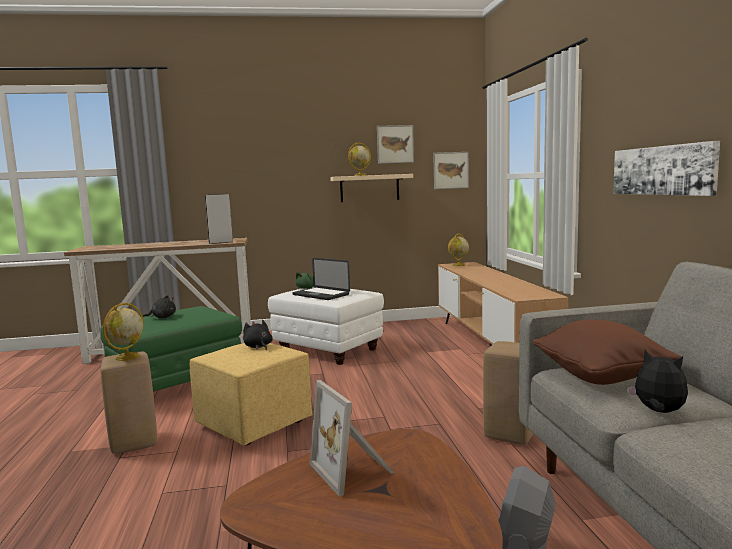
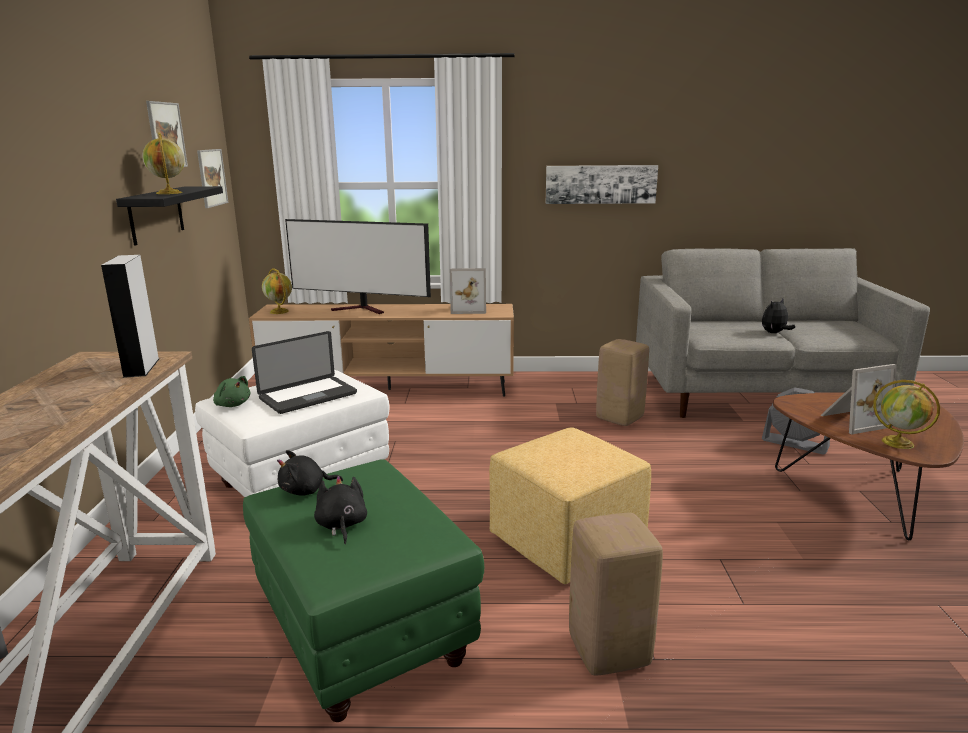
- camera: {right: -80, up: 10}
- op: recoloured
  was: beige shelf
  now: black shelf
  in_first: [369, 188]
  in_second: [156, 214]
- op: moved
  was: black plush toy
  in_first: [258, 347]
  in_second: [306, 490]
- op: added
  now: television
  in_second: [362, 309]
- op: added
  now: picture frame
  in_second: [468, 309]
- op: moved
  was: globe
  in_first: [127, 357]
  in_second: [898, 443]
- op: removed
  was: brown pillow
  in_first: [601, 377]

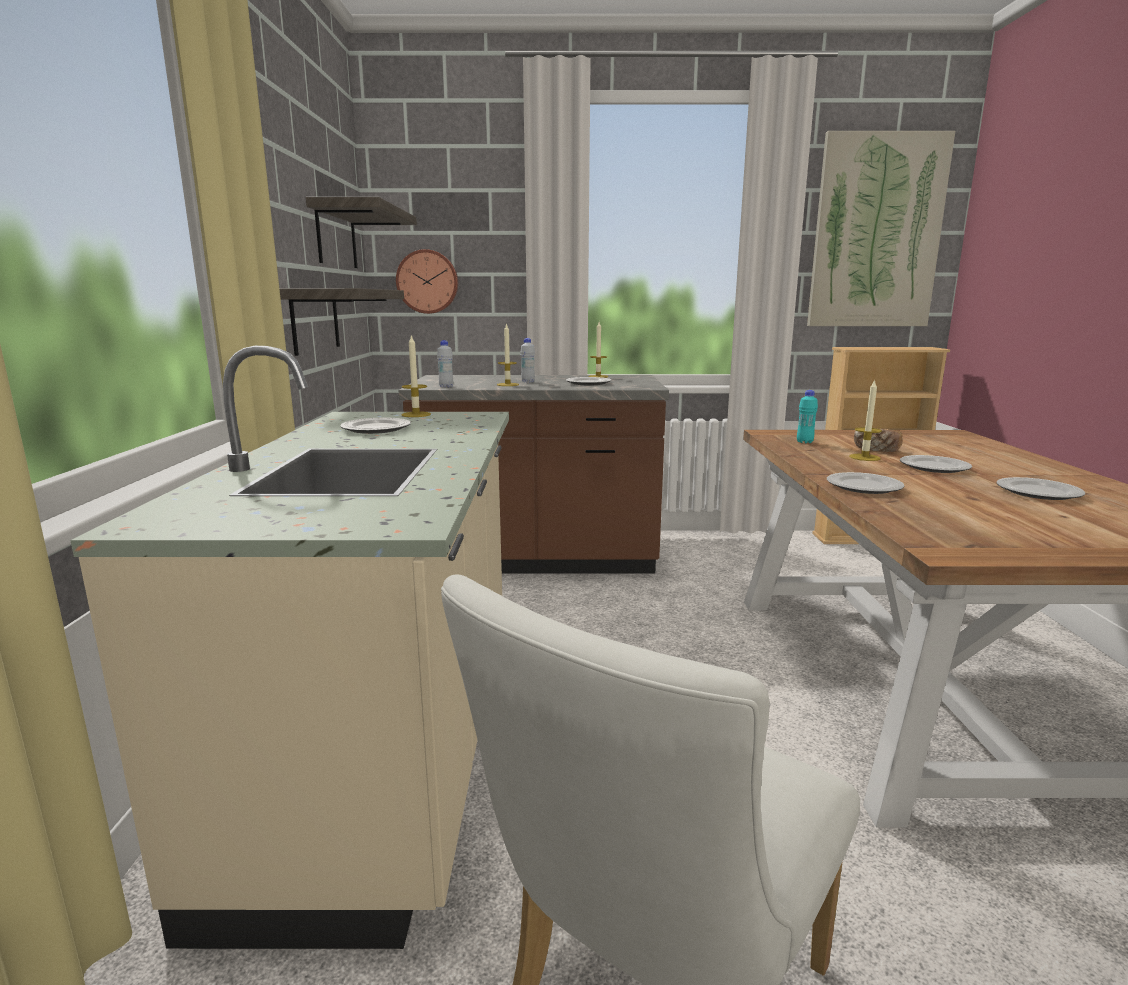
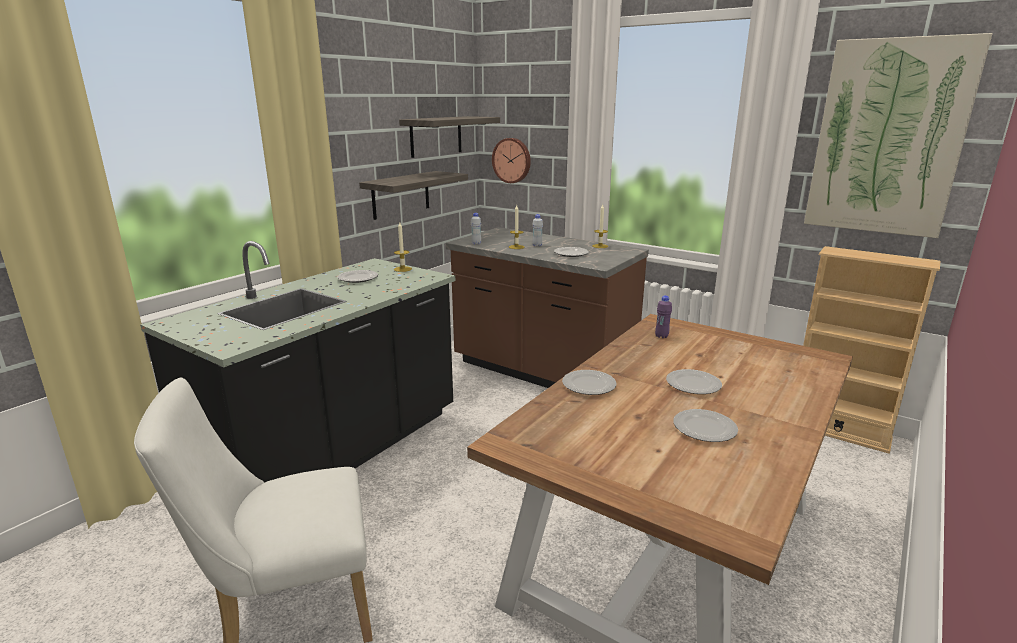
- camera: {right: 35, up: 5}
- op: recoloured
  was: beige counter
  now: black counter
  in_first: [392, 745]
  in_second: [335, 454]
- op: recoloured
  was: turquoise bottle
  now: purple bottle
  in_first: [804, 442]
  in_second: [661, 336]
- op: removed
  was: candle
  in_first: [864, 457]
- op: removed
  was: bread
  in_first: [876, 450]

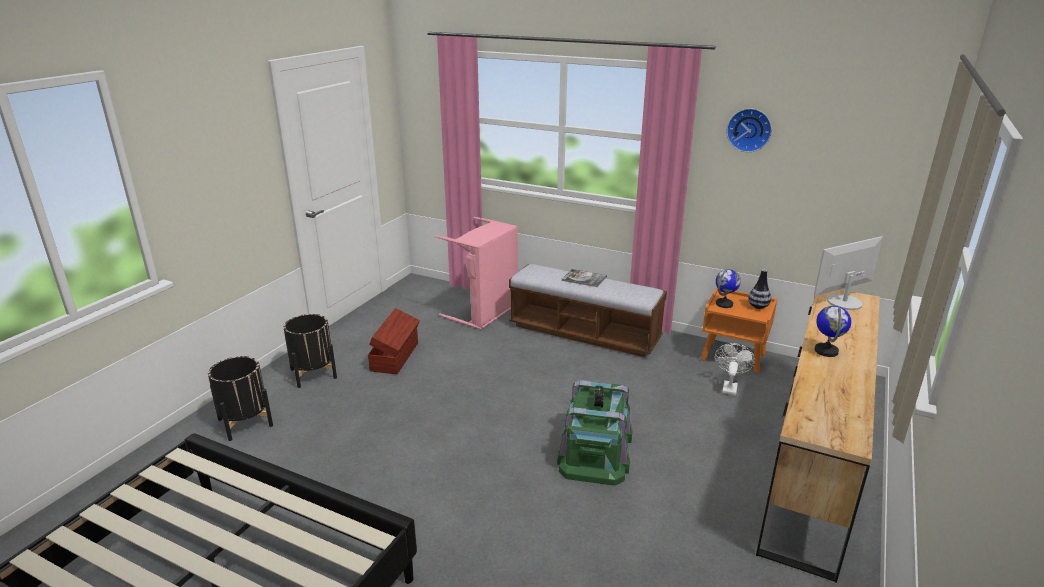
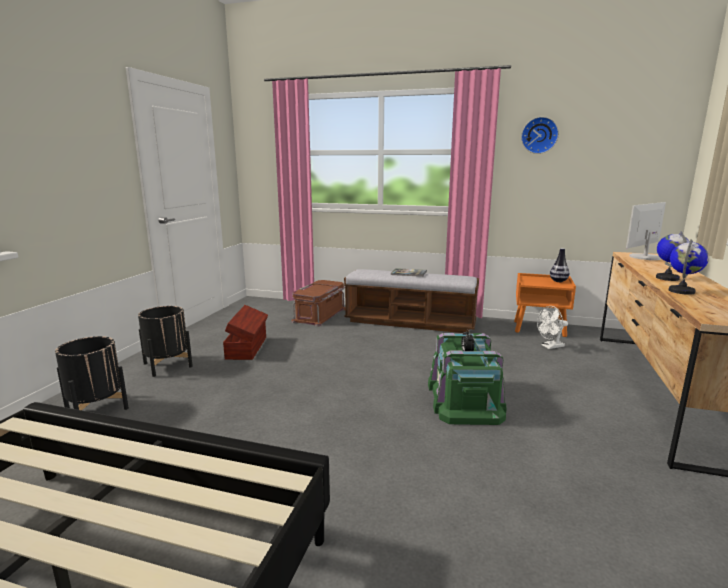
- camera: {right: -10, up: -10}
- op: replaced
  was: pink laundry basket
  now: brown storage box
  in_first: [485, 313]
  in_second: [320, 315]
- op: turned
  was: white fan
  in_first: [729, 386]
  in_second: [550, 346]
  clockwise: -120
- op: moved
  was: globe
  in_first: [724, 304]
  in_second: [681, 291]

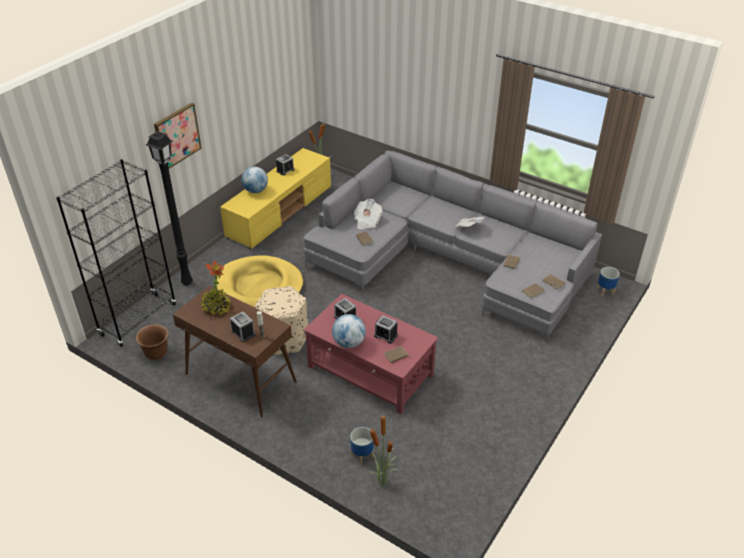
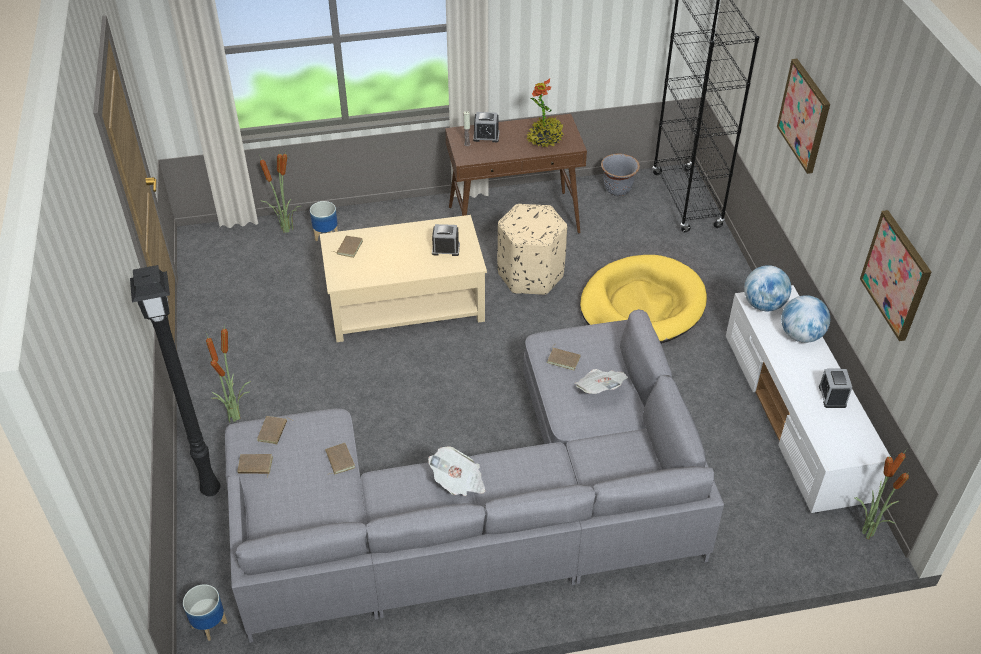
- camera: {right: 135, up: 5}
- op: moved
  was: black floor lamp
  in_first: [187, 282]
  in_second: [212, 490]
- op: added
  now: potted plant
  in_second: [236, 416]
- op: recoloured
  was: red coffee table
  now: beige coffee table
  in_first: [370, 371]
  in_second: [404, 303]
- op: recoloured
  was: brown planter
  now: grey planter
  in_first: [156, 353]
  in_second: [617, 189]
- op: recoloured
  was: yellow tv stand
  now: white tv stand
  in_first: [280, 211]
  in_second: [795, 417]
- op: moved
  was: globe
  in_first: [349, 343]
  in_second: [763, 305]
- op: added
  now: picture
  in_second: [896, 275]
- op: removed
  was: alarm clock
  in_first: [385, 335]

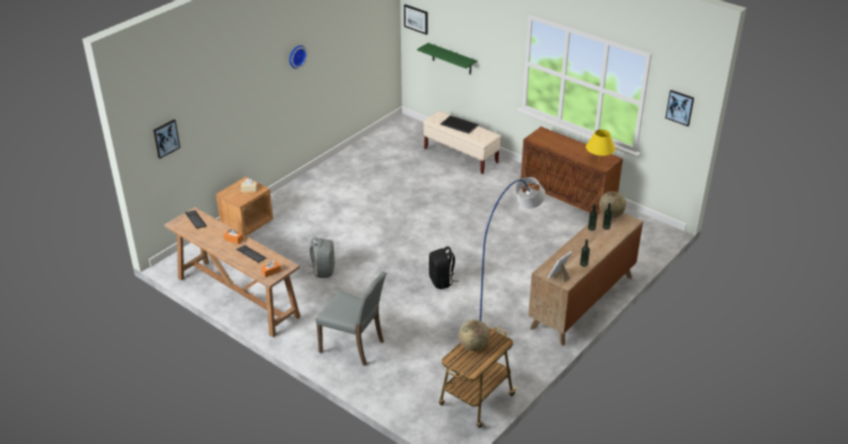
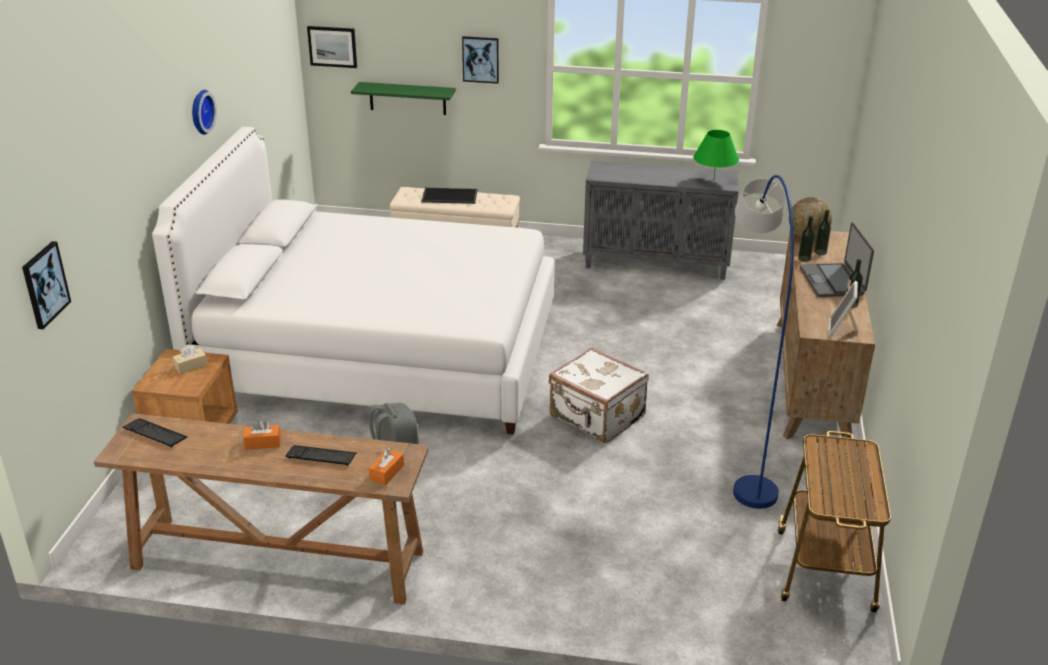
- camera: {right: -30, up: -5}
- op: added
  now: white bed
  in_second: [379, 353]
- op: moved
  was: picture
  in_first: [680, 107]
  in_second: [480, 59]
- op: replaced
  was: black backpack
  now: white suitcase
  in_first: [441, 281]
  in_second: [596, 417]
- op: recoloured
  was: brown cabinet
  now: grey cabinet
  in_first: [567, 201]
  in_second: [657, 263]
- op: recoloured
  was: yellow table lamp
  now: green table lamp
  in_first: [598, 161]
  in_second: [713, 181]
- op: added
  now: laptop
  in_second: [832, 281]
- op: removed
  was: grey chair
  in_first: [353, 346]
- op: removed
  was: globe
  in_first: [473, 346]

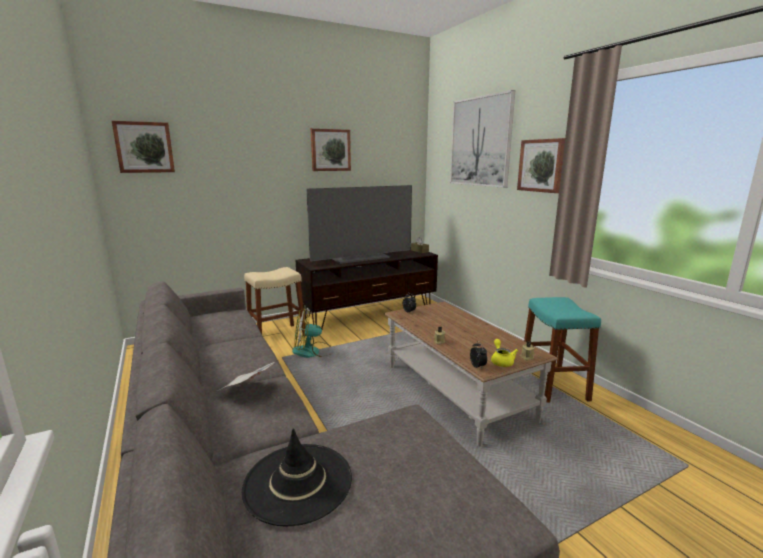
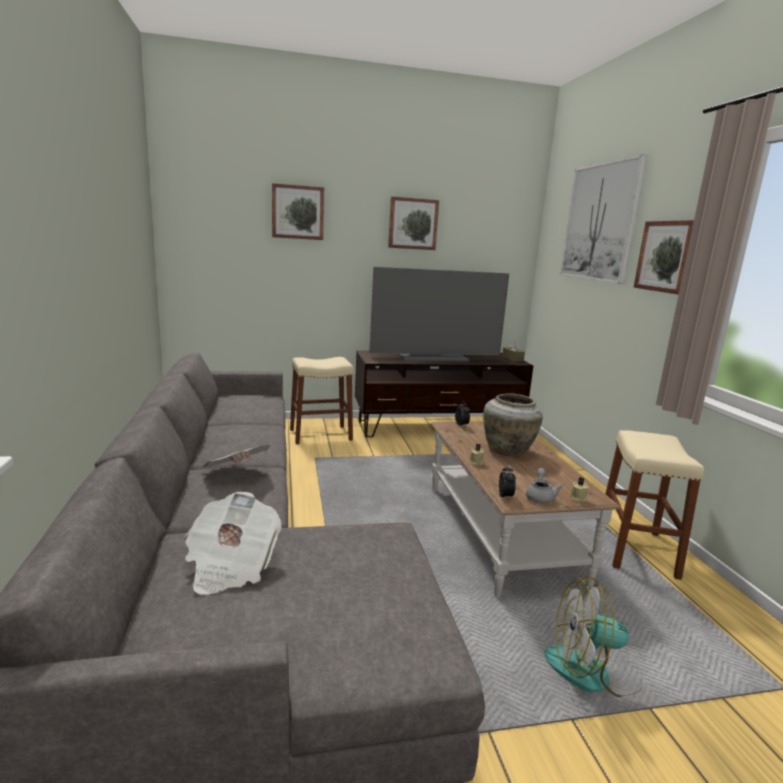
- camera: {right: 15, up: 0}
- op: replaced
  was: black hat
  now: newspaper
  in_first: [298, 482]
  in_second: [231, 565]
- op: moved
  was: picture
  in_first: [144, 147]
  in_second: [297, 212]
- op: added
  now: beige vase
  in_second: [508, 451]
- op: recoloured
  was: yellow teapot
  now: grey teapot
  in_first: [501, 361]
  in_second: [540, 496]
- op: moved
  was: fan
  in_first: [312, 352]
  in_second: [592, 672]
- op: recoloured
  was: turquoise stool
  now: beige stool
  in_first: [553, 385]
  in_second: [636, 550]

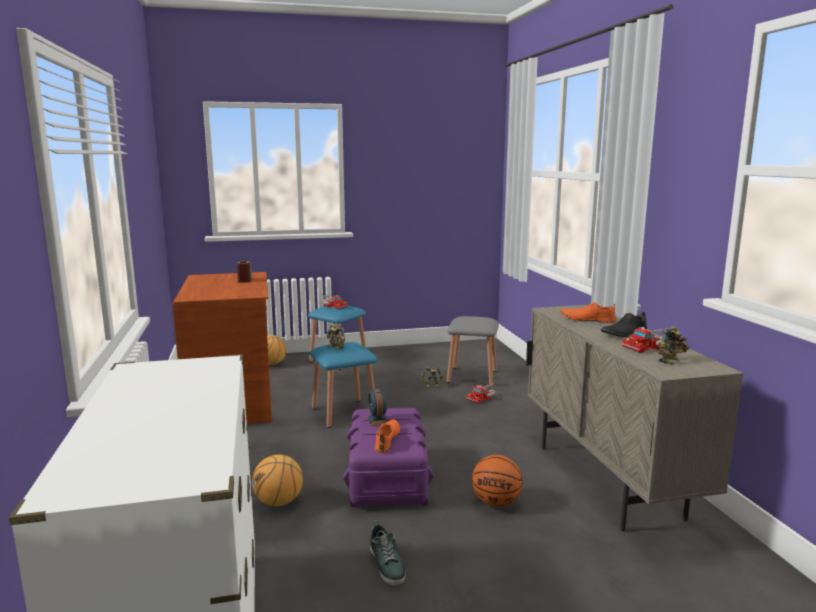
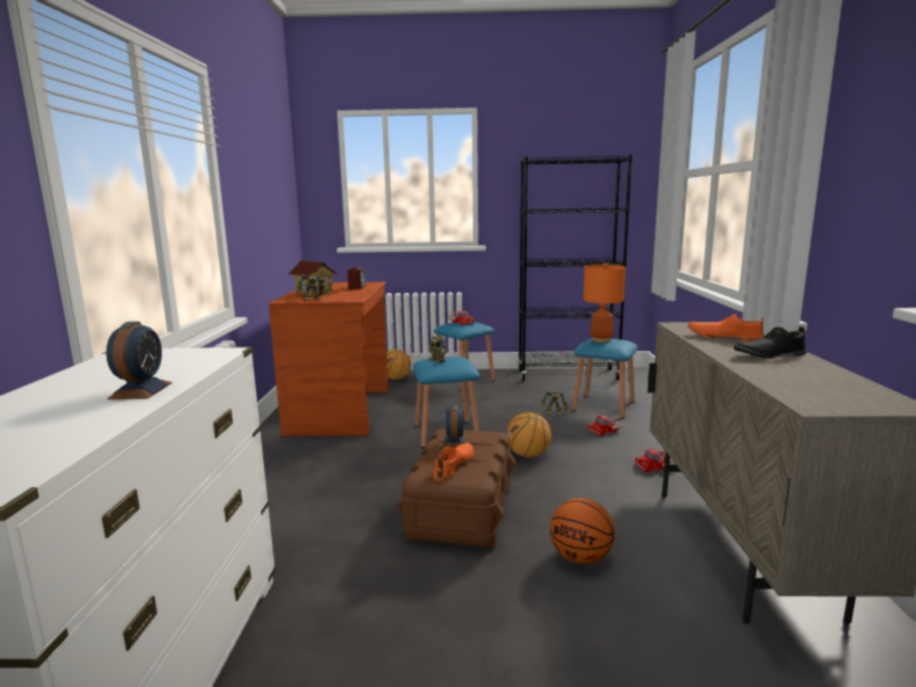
- camera: {right: 15, up: 0}
- op: added
  now: alarm clock
  in_second: [141, 391]
- op: added
  now: toy house
  in_second: [314, 293]
- op: moved
  was: toy robot
  in_first: [671, 361]
  in_second: [313, 299]
- op: recoloured
  was: purple storage box
  now: brown storage box
  in_first: [388, 478]
  in_second: [462, 511]
- op: moved
  was: basketball
  in_first: [279, 502]
  in_second: [528, 455]
- op: added
  now: black bookcase
  in_second: [567, 375]
- op: recoloured
  was: grey stool
  now: blue stool
  in_first: [472, 376]
  in_second: [603, 406]
- op: added
  now: orange table lamp
  in_second: [601, 340]
- op: moved
  was: toy truck
  in_first: [648, 347]
  in_second: [658, 466]
- op: removed
  was: shoe
  in_first: [387, 564]

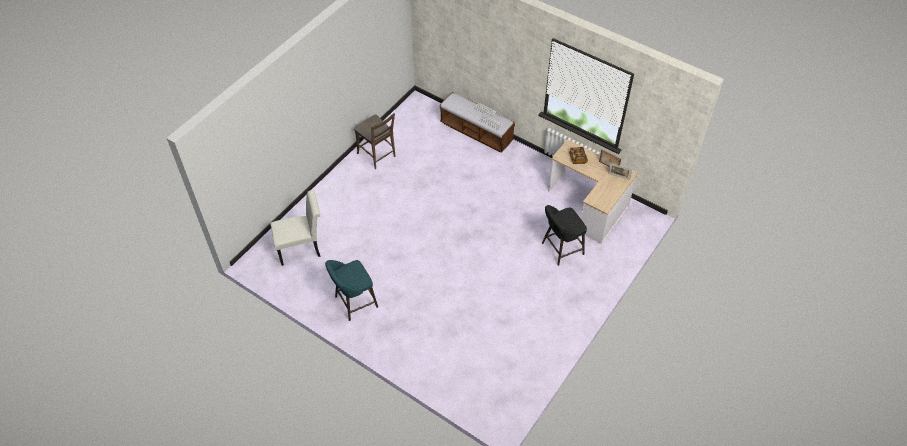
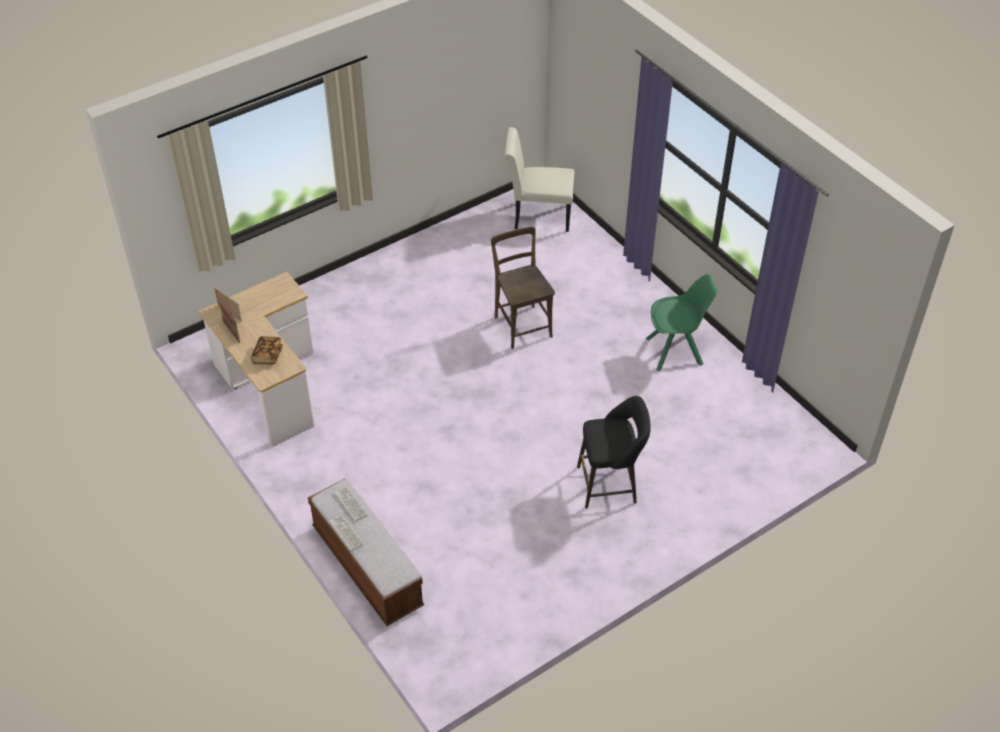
- camera: {right: -160, up: -5}
- op: moved
  was: brown chair
  in_first: [377, 156]
  in_second: [521, 324]
- op: moved
  was: white chair
  in_first: [302, 248]
  in_second: [537, 216]
- op: moved
  was: black stool
  in_first: [560, 249]
  in_second: [610, 484]
- op: replaced
  was: turquoise stool
  now: green chair
  in_first: [354, 303]
  in_second: [676, 351]

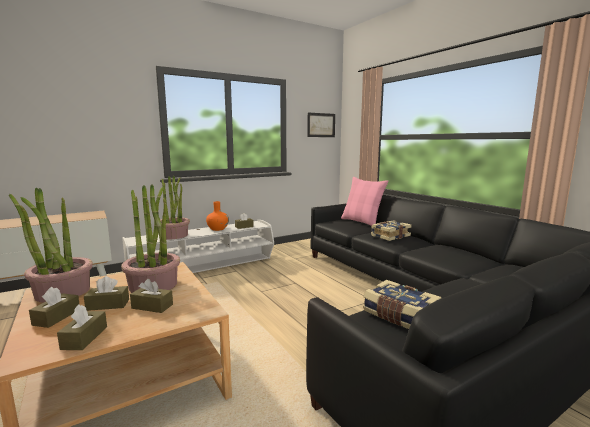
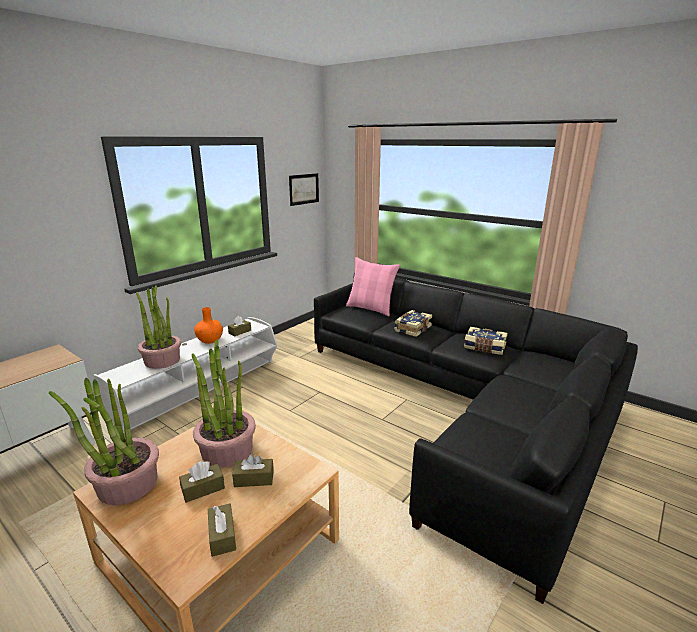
- camera: {right: -20, up: 10}
- op: moved
  was: book
  in_first: [399, 316]
  in_second: [484, 347]
- op: removed
  was: brown tissue box
  in_first: [57, 317]

